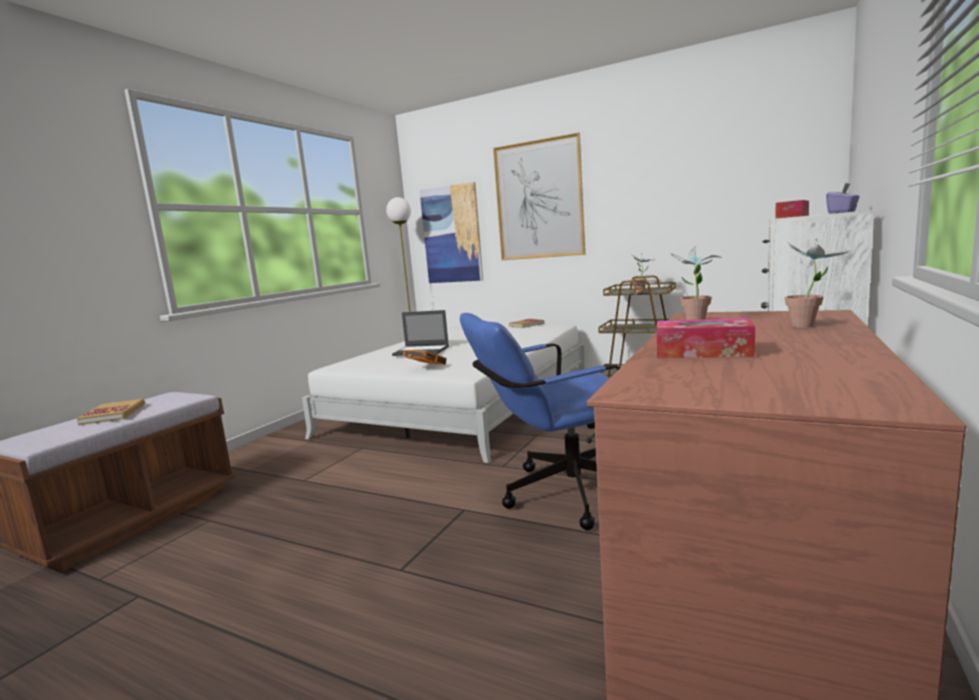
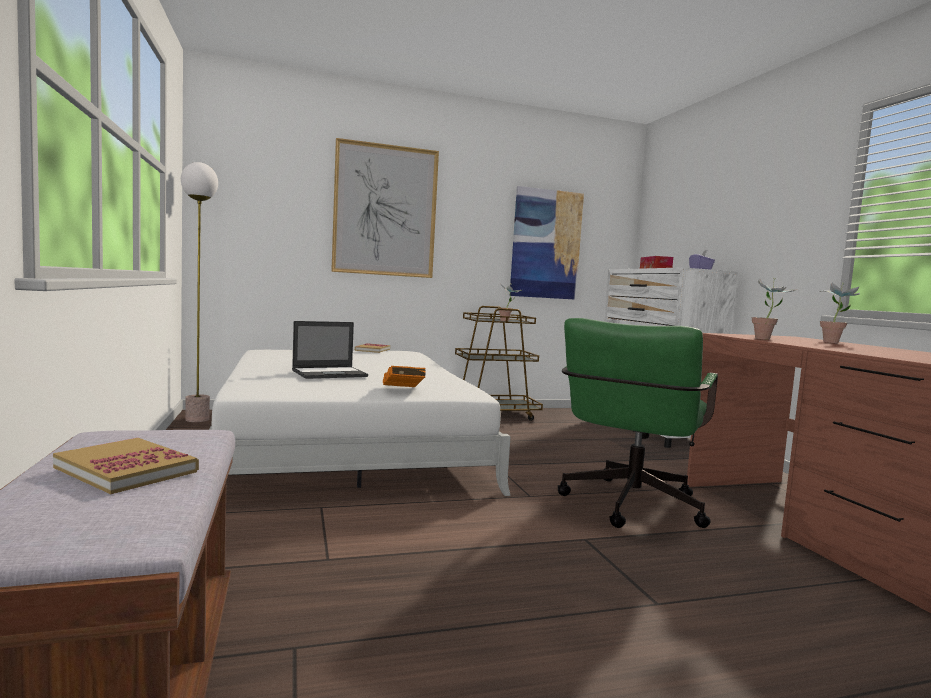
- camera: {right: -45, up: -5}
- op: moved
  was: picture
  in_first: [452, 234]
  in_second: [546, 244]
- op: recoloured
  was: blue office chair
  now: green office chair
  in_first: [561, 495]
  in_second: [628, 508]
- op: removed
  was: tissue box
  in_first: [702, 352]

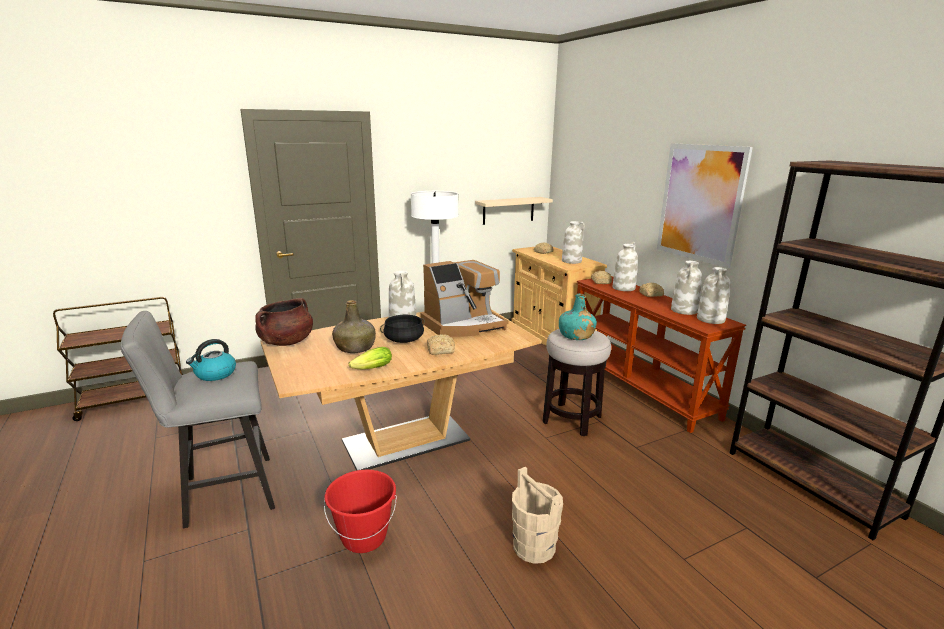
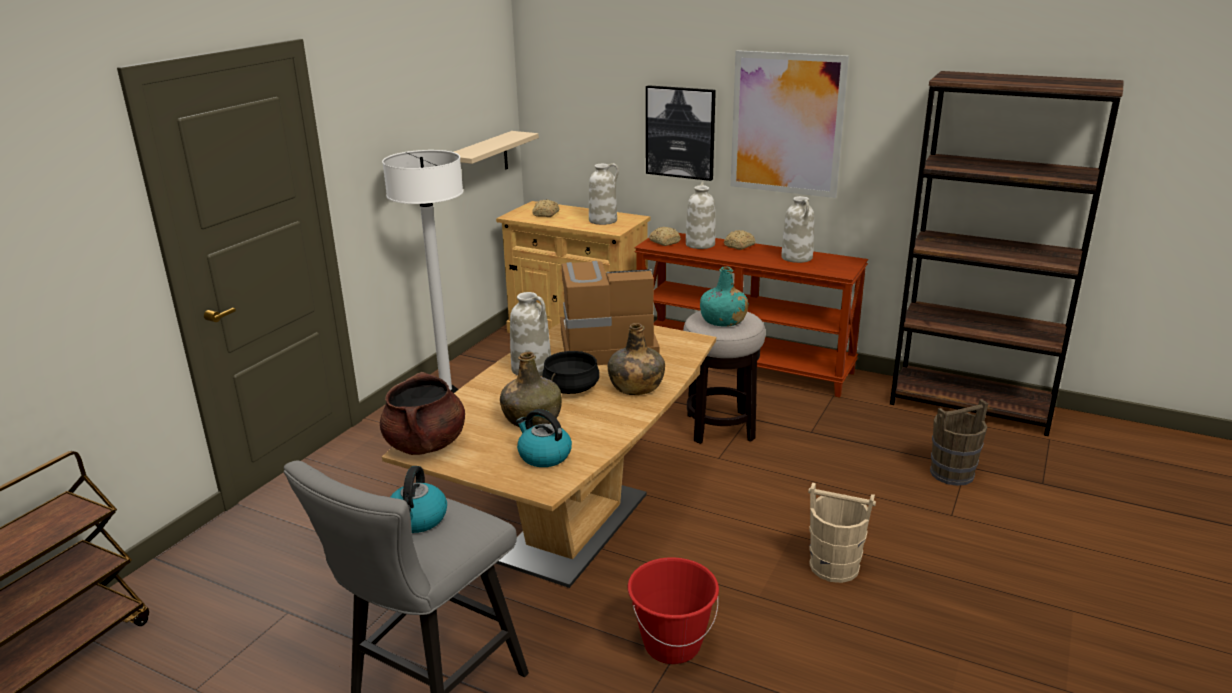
- camera: {right: -35, up: 5}
- op: added
  now: kettle
  in_second: [543, 455]
- op: turned
  was: coffee machine
  in_first: [463, 325]
  in_second: [606, 346]
  clockwise: -120
- op: replaced
  was: bread
  now: green bottle
  in_first: [439, 350]
  in_second: [635, 386]
- op: added
  now: picture
  in_second: [680, 132]
- op: added
  now: brown bucket
  in_second: [952, 473]
- op: removed
  was: lettuce
  in_first: [370, 369]
- op: removed
  was: white vase
  in_first: [711, 319]

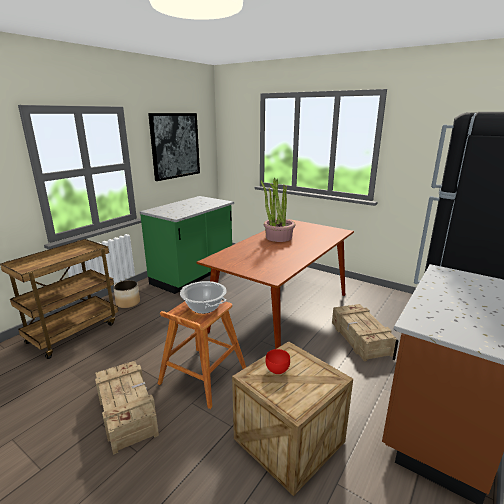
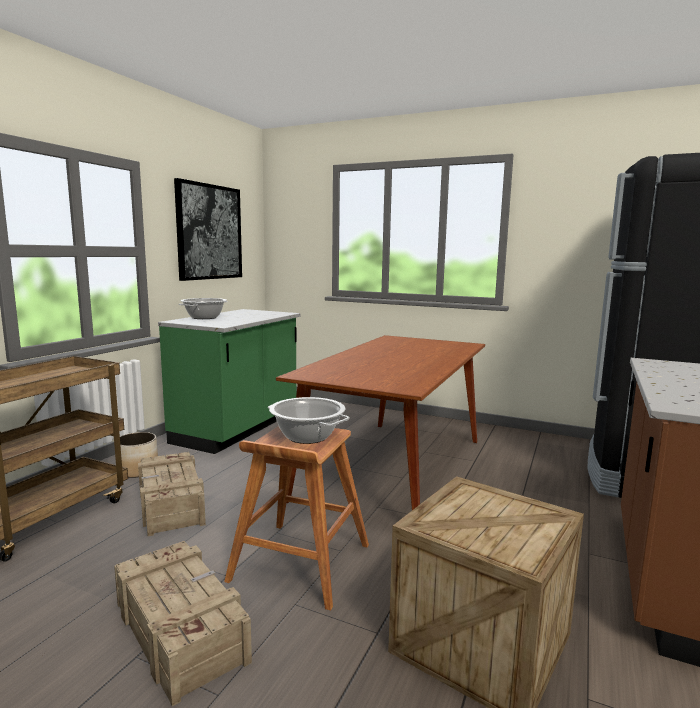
- camera: {right: -10, up: -10}
- op: moved
  was: crate
  in_first: [360, 338]
  in_second: [170, 504]
- op: added
  now: cooking pot
  in_second: [204, 317]
- op: removed
  was: potted plant
  in_first: [278, 237]
- op: removed
  was: red bowl
  in_first: [276, 370]

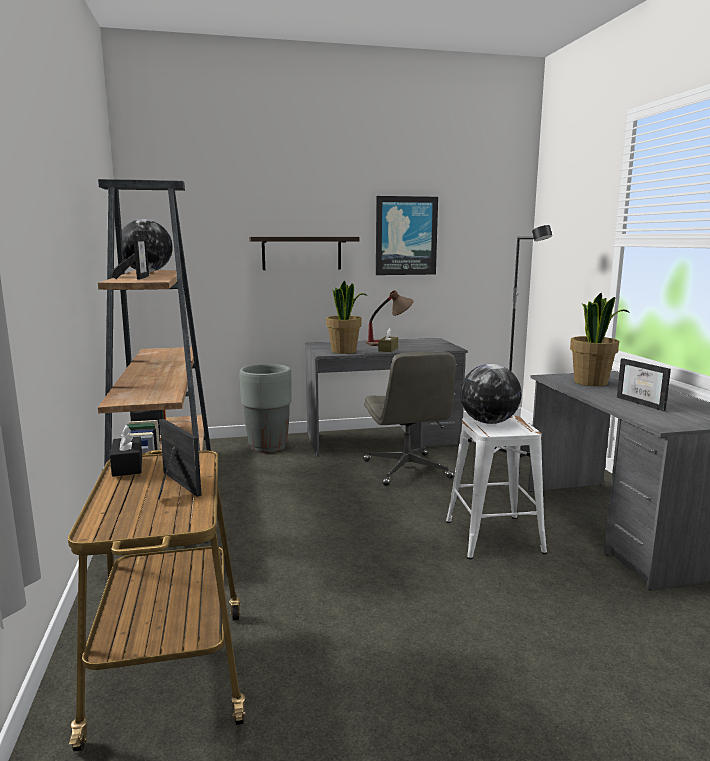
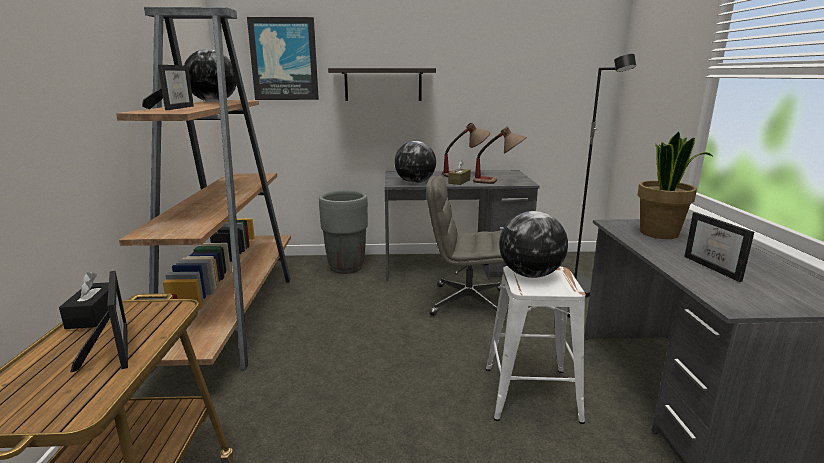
- camera: {right: 10, up: 5}
- op: moved
  was: picture
  in_first: [406, 236]
  in_second: [284, 59]
- op: replaced
  was: potted plant
  now: globe
  in_first: [344, 351]
  in_second: [415, 182]
- op: turned
  was: grey office chair
  in_first: [407, 470]
  in_second: [467, 302]
  clockwise: 105
- op: added
  now: table lamp
  in_second: [498, 182]

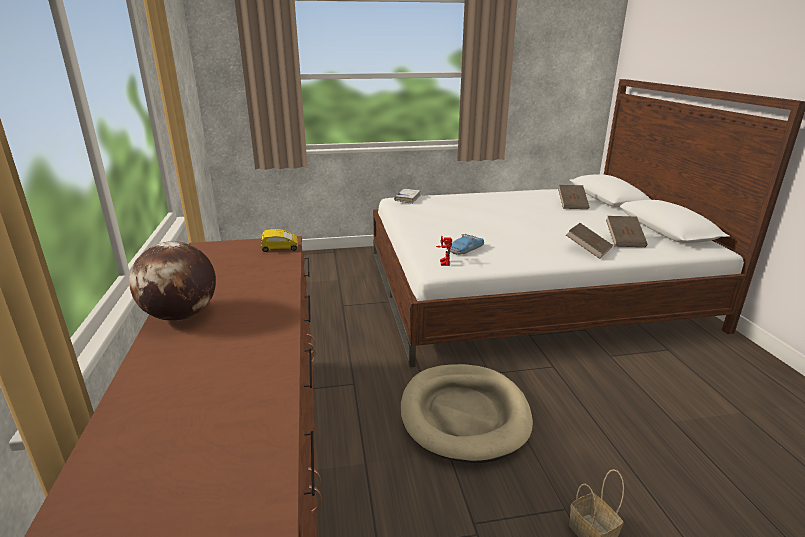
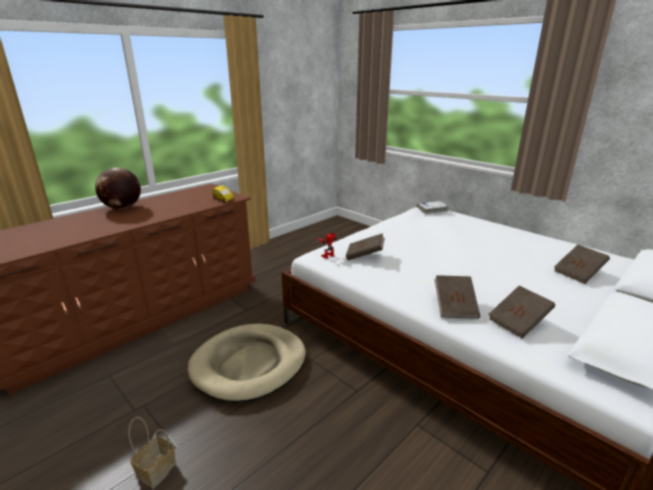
- camera: {right: 55, up: 0}
- op: replaced
  was: toy car
  now: brown book
  in_first: [466, 249]
  in_second: [365, 256]

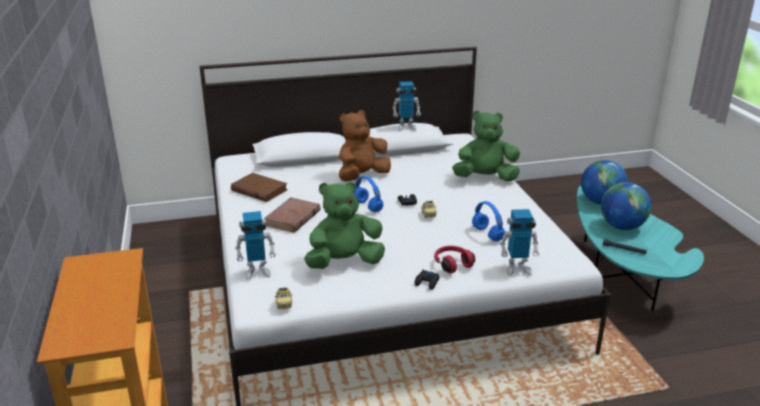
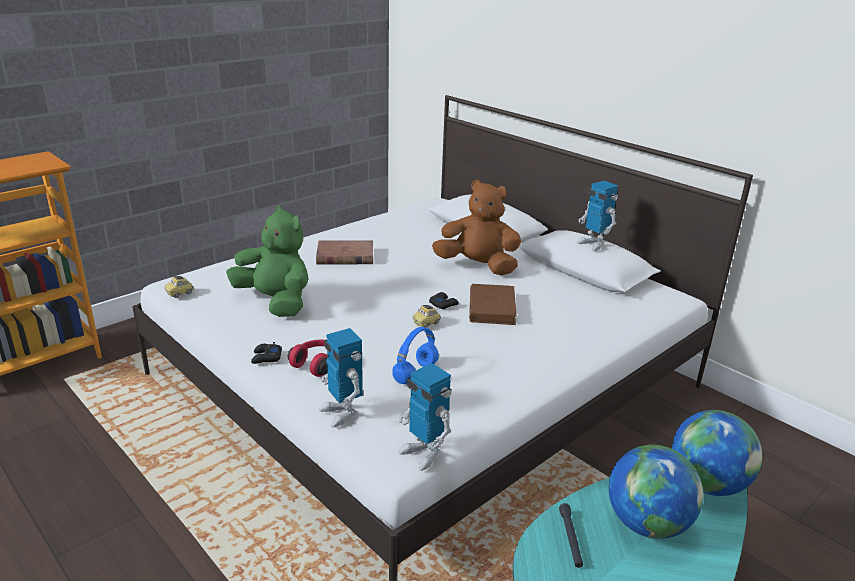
- camera: {right: 60, up: 0}
- op: moved
  was: toy robot
  in_first: [257, 271]
  in_second: [424, 453]
- op: moved
  was: brown book
  in_first: [259, 190]
  in_second: [492, 307]
- op: removed
  was: blue headphones
  in_first: [368, 206]
- op: removed
  was: green plush toy
  in_first: [485, 178]

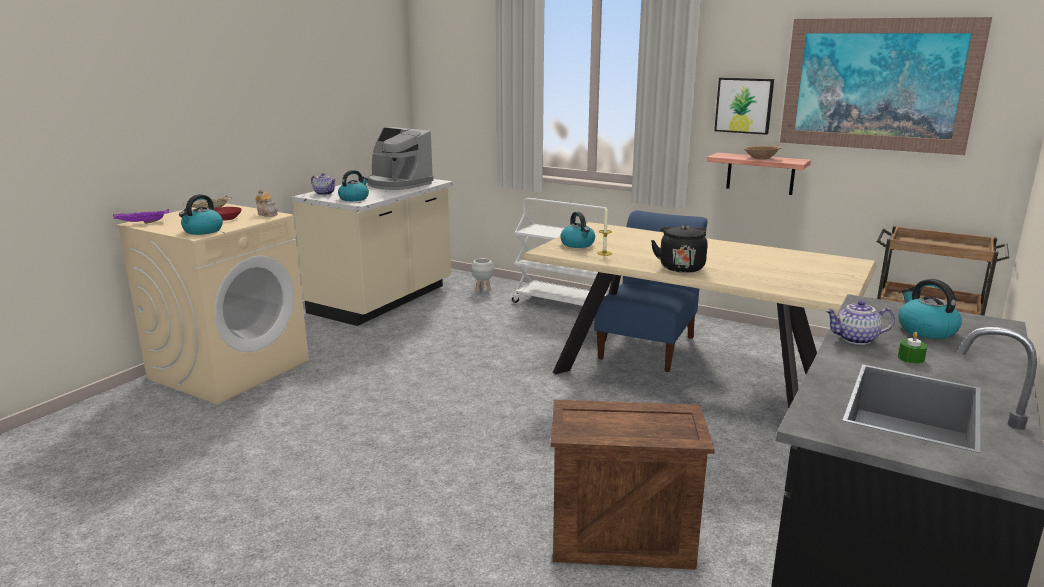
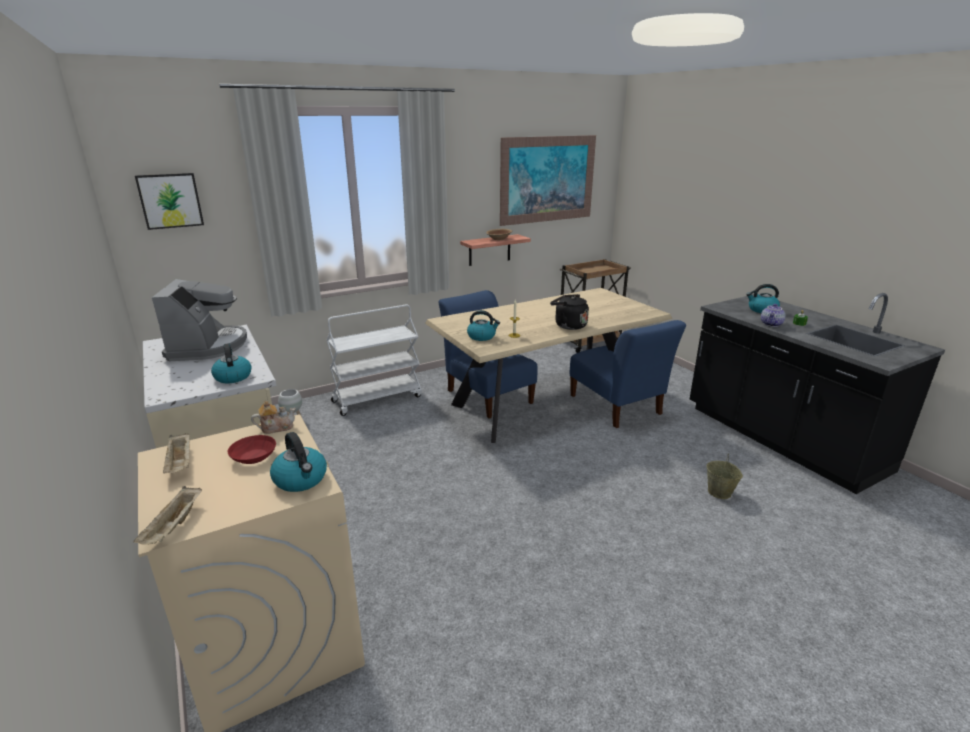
- camera: {right: -60, up: 5}
- op: recoloured
  was: purple tray
  now: beige tray
  in_first: [142, 223]
  in_second: [174, 527]
- op: moved
  was: picture
  in_first: [744, 105]
  in_second: [170, 200]
- op: turned
  was: coffee machine
  in_first: [397, 184]
  in_second: [208, 346]
  clockwise: -75
- op: added
  now: blue chair
  in_second: [617, 407]
- op: replaced
  was: crate
  now: beige bucket
  in_first: [620, 538]
  in_second: [720, 492]
- op: removed
  was: teapot
  in_first: [325, 193]

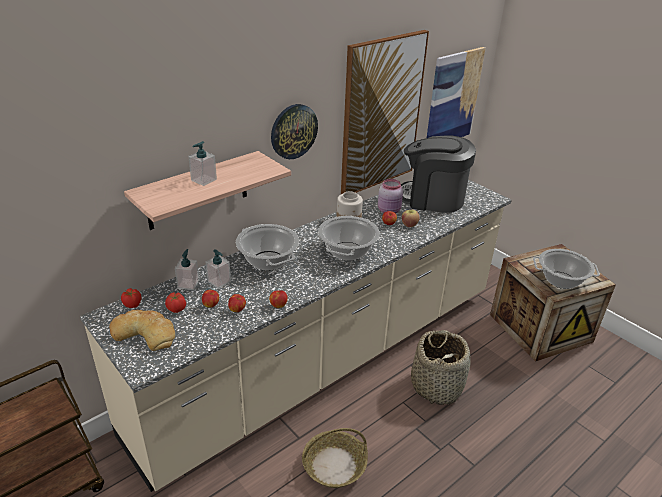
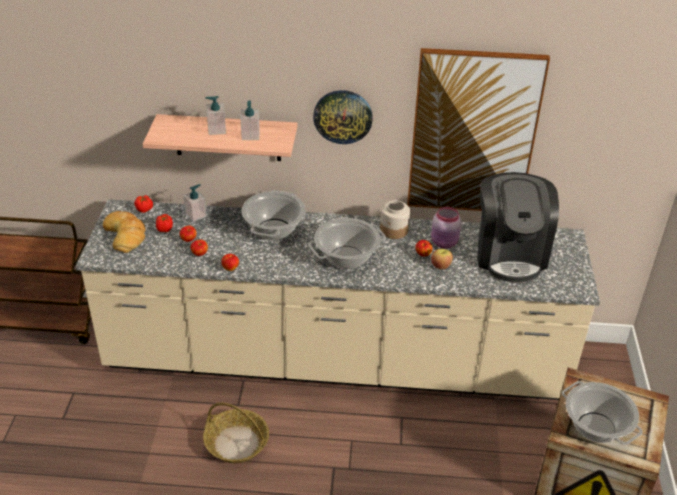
- camera: {right: 45, up: 5}
- op: moved
  was: soap dispenser
  in_first: [219, 281]
  in_second: [250, 136]
- op: turned
  was: coffee machine
  in_first: [432, 198]
  in_second: [510, 254]
  clockwise: -150
- op: removed
  was: basket
  in_first: [437, 386]
- op: removed
  was: picture
  in_first: [453, 98]

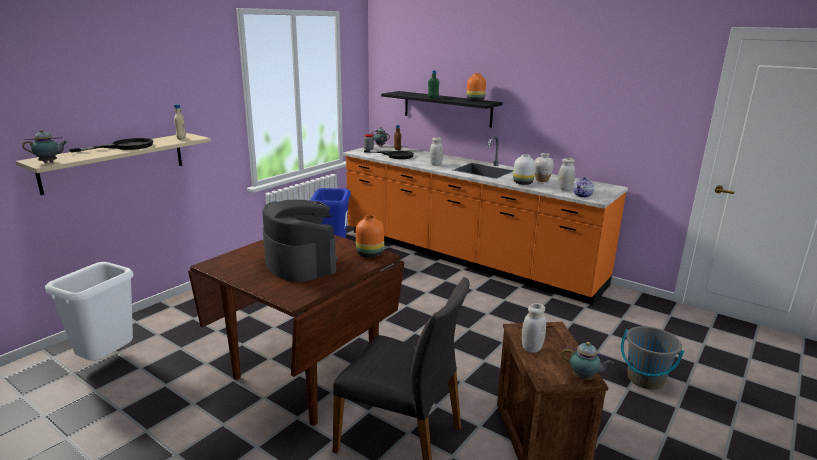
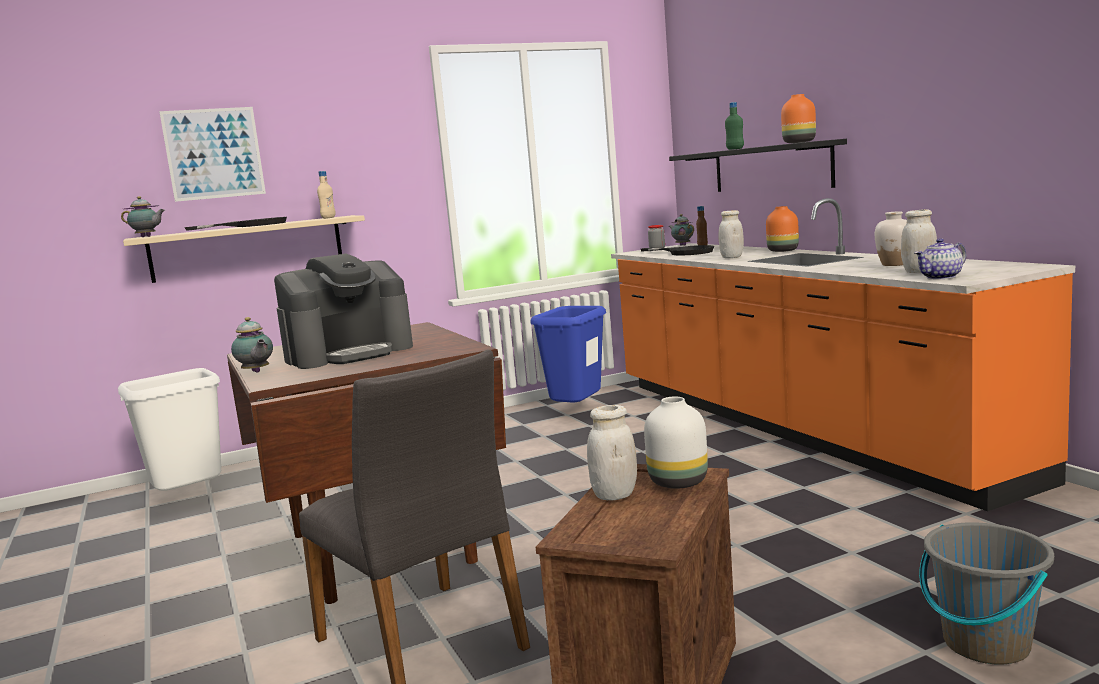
- camera: {right: 30, up: -10}
- op: added
  now: picture
  in_second: [214, 153]
- op: moved
  was: teapot
  in_first: [584, 378]
  in_second: [256, 372]
- op: turned
  was: coffee machine
  in_first: [300, 263]
  in_second: [349, 353]
  clockwise: 60
- op: moved
  was: white vase
  in_first: [523, 183]
  in_second: [679, 482]
- op: moved
  was: orange vase
  in_first: [370, 254]
  in_second: [783, 251]

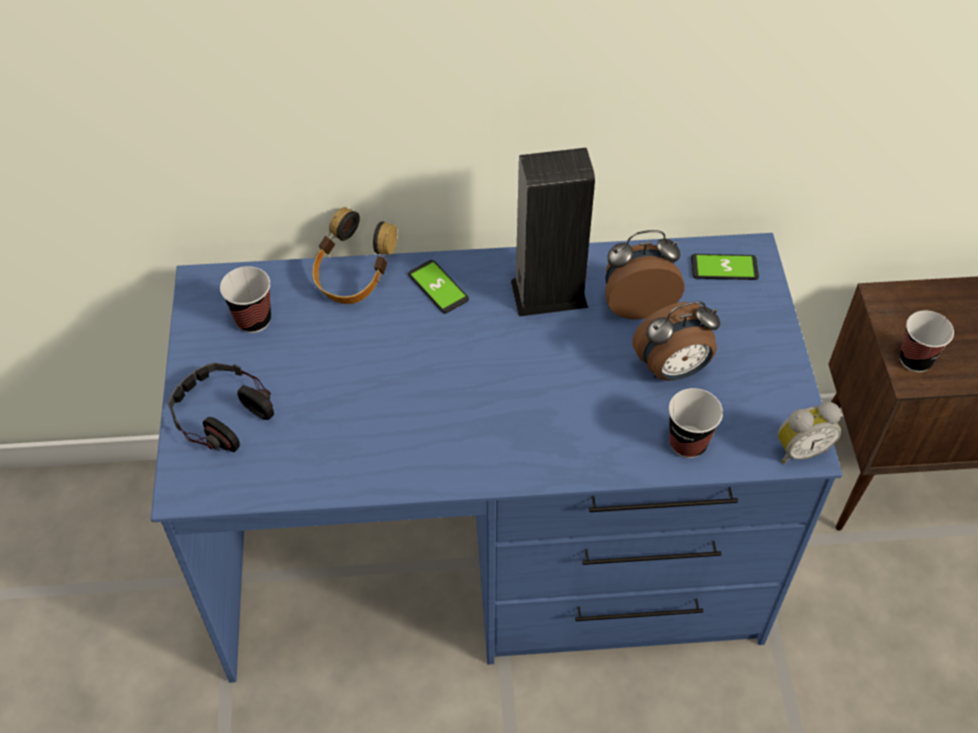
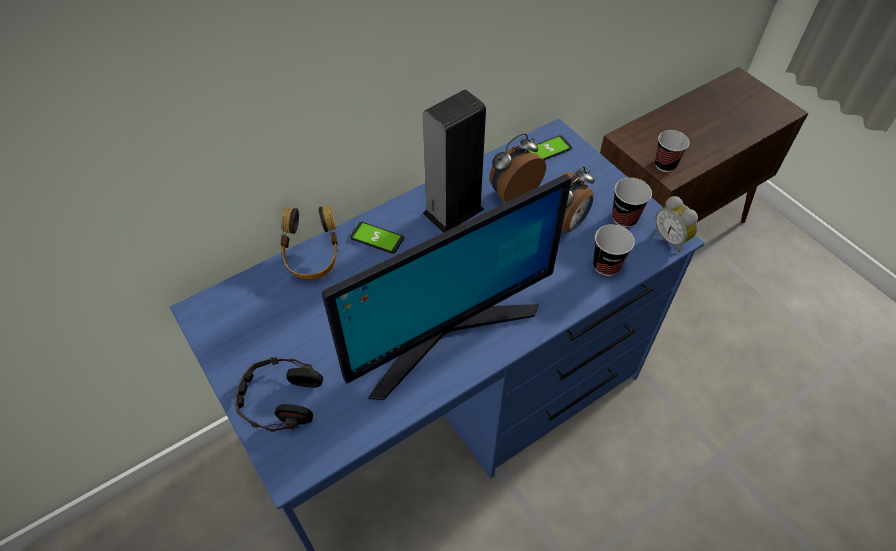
- camera: {right: -30, up: 0}
- op: added
  now: monitor
  in_second: [446, 334]
- op: moved
  was: cup
  in_first: [253, 320]
  in_second: [624, 218]
- op: turned
  was: alarm clock
  in_first: [800, 449]
  in_second: [671, 239]
  clockwise: 105

